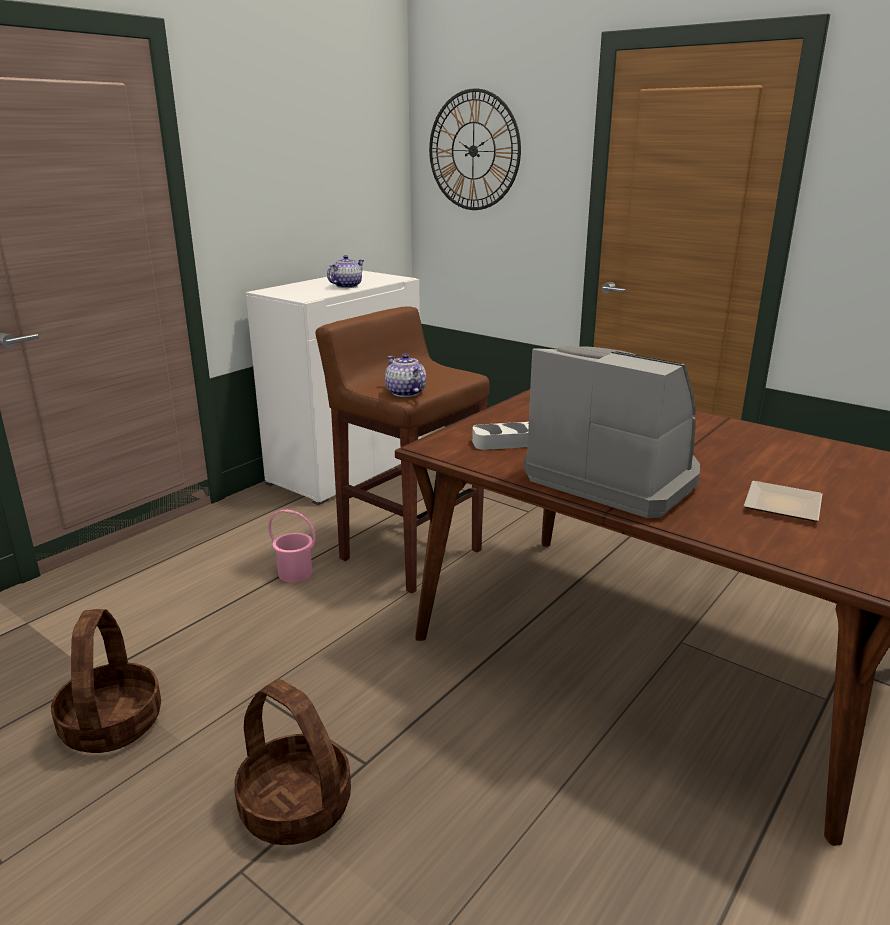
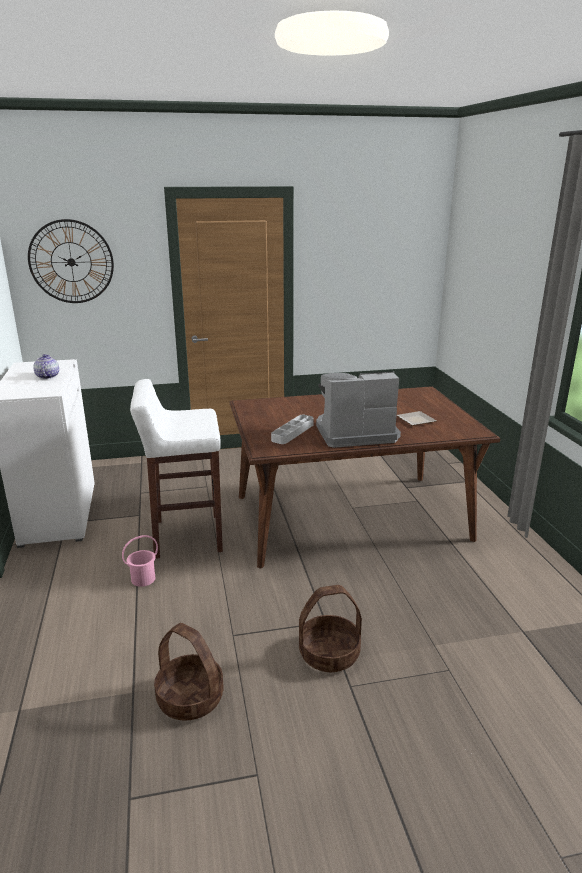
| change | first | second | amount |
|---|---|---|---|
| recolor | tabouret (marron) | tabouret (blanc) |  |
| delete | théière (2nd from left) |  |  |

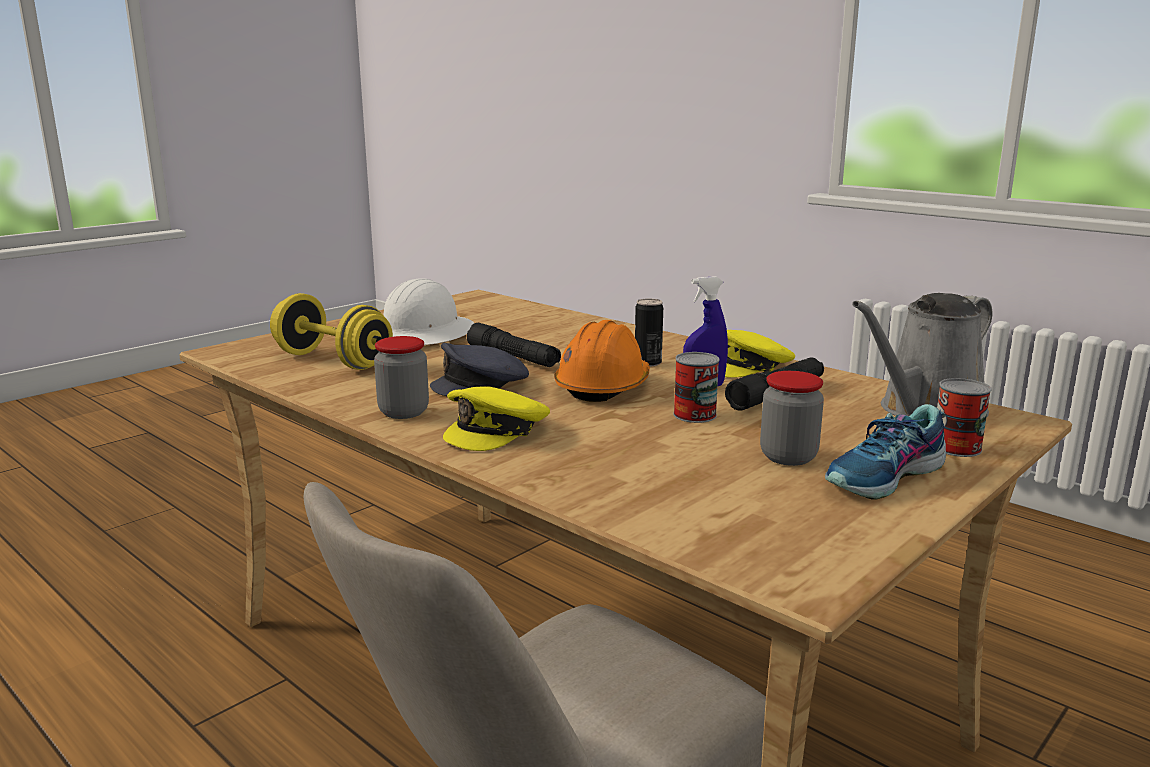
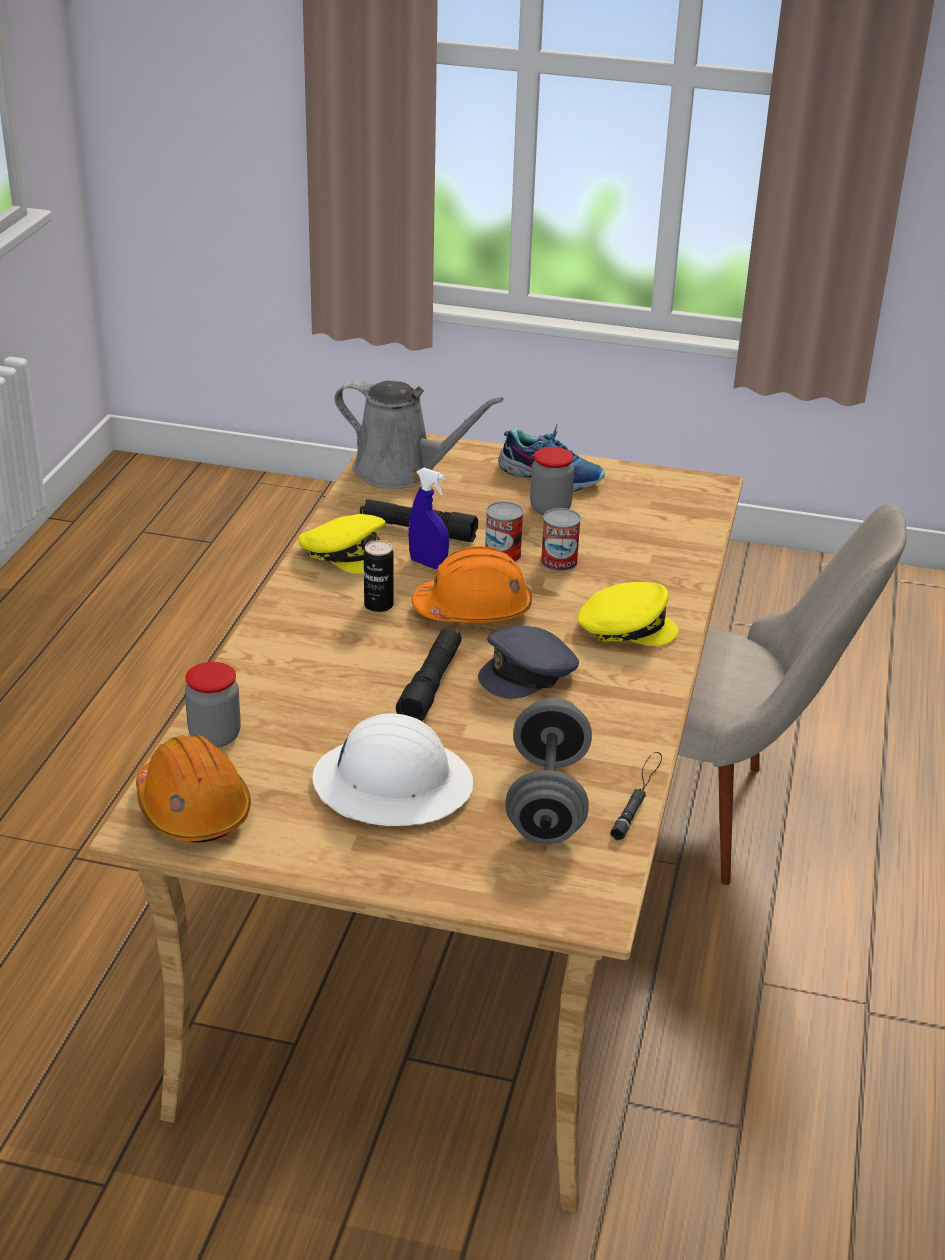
| change | first | second | amount |
|---|---|---|---|
| insert |  | casque de chantier (orange) (1st from left) |  |
| move | bocal (1st from left) |  |  |
| rotate | casquette (gris) |  | 105 degrees clockwise |
| recolor | haltère (jaune) | haltère (gris) |  |
| move | boîte métallique (3rd from left) |  |  |
| insert |  | lampe de poche (noir) (3rd from left) |  |

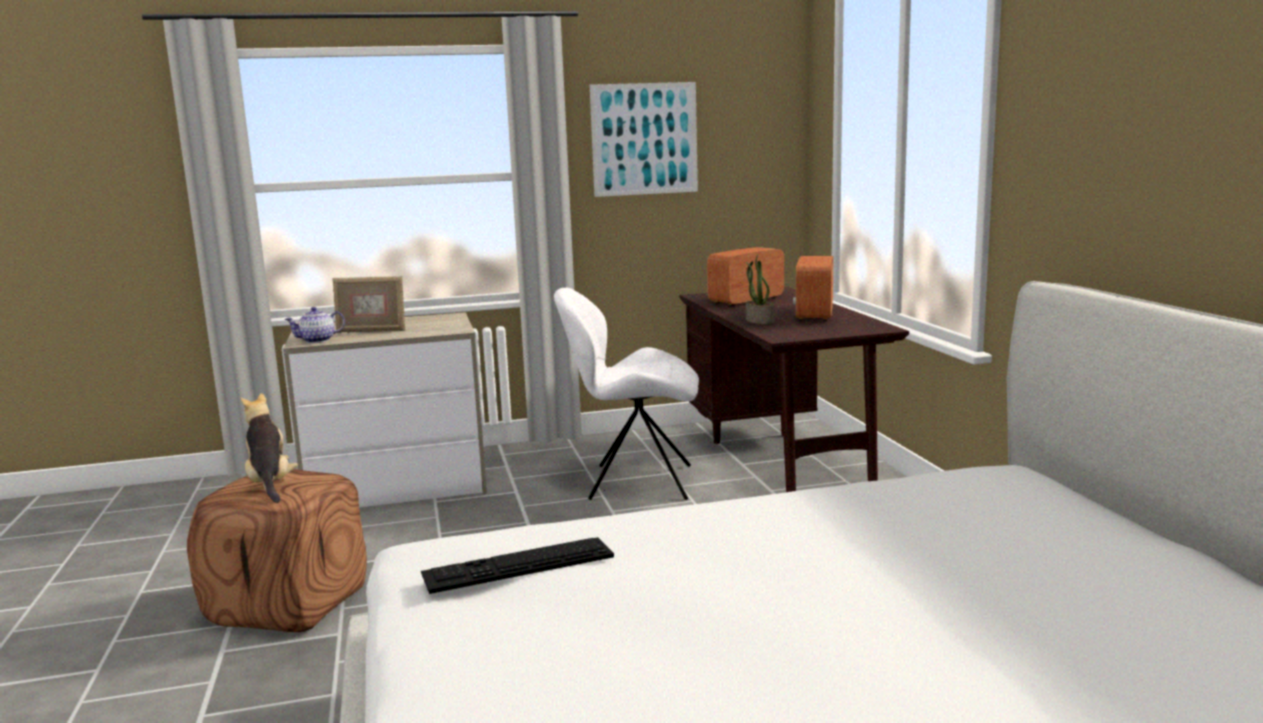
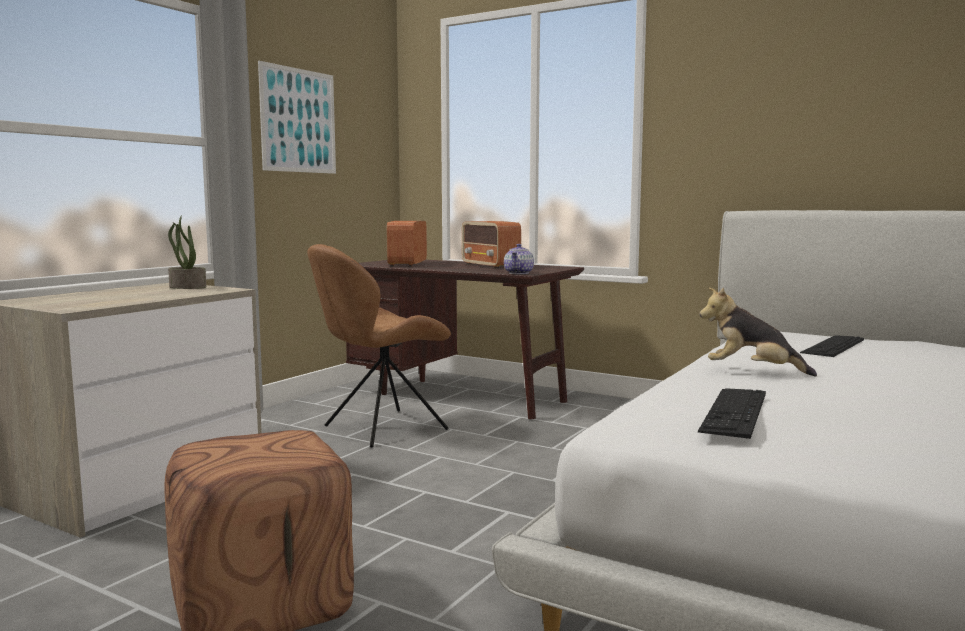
| change | first | second | amount |
|---|---|---|---|
| move | plante en pot |  |  |
| recolor | chaise (blanc) | chaise (marron) |  |
| move | théière |  |  |
| move | peluche |  |  |
| insert |  | clavier (2nd from left) |  |
| delete | cadre photo |  |  |

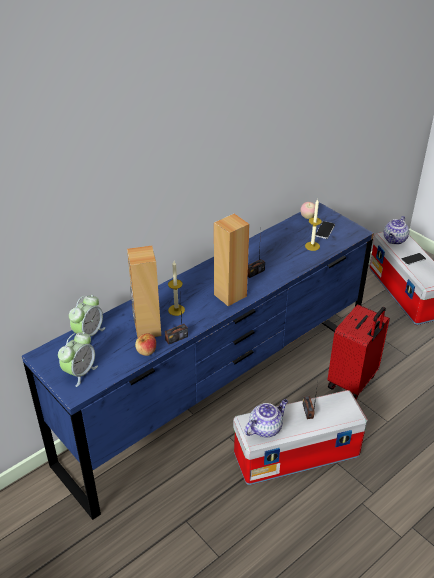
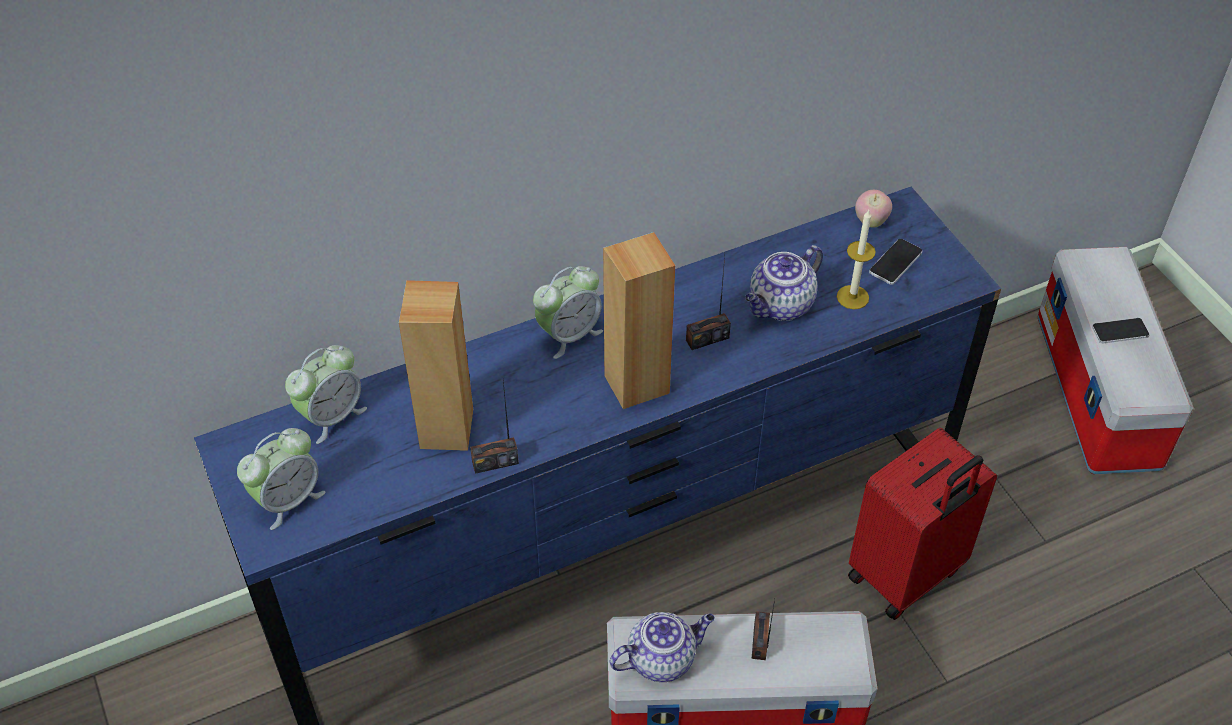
| change | first | second | amount |
|---|---|---|---|
| insert |  | réveil (3rd from left) |  |
| move | théière (2nd from left) |  |  |
| delete | pomme (1st from left) |  |  |
| delete | bougie (1st from left) |  |  |

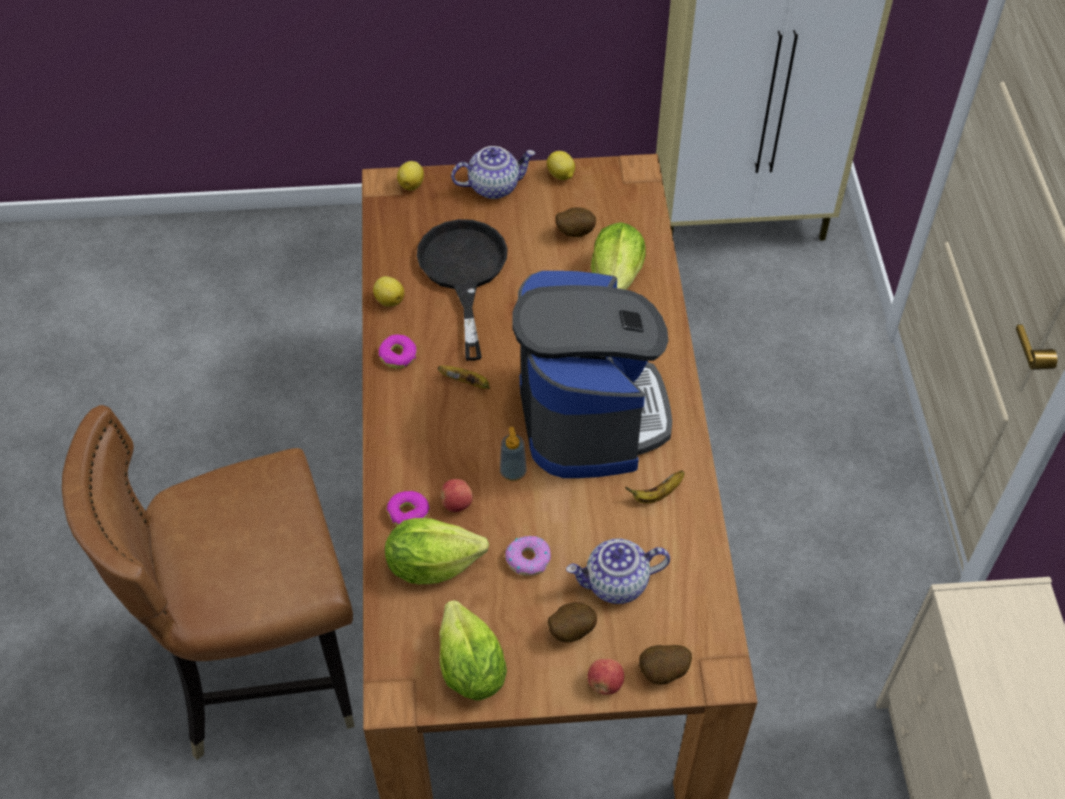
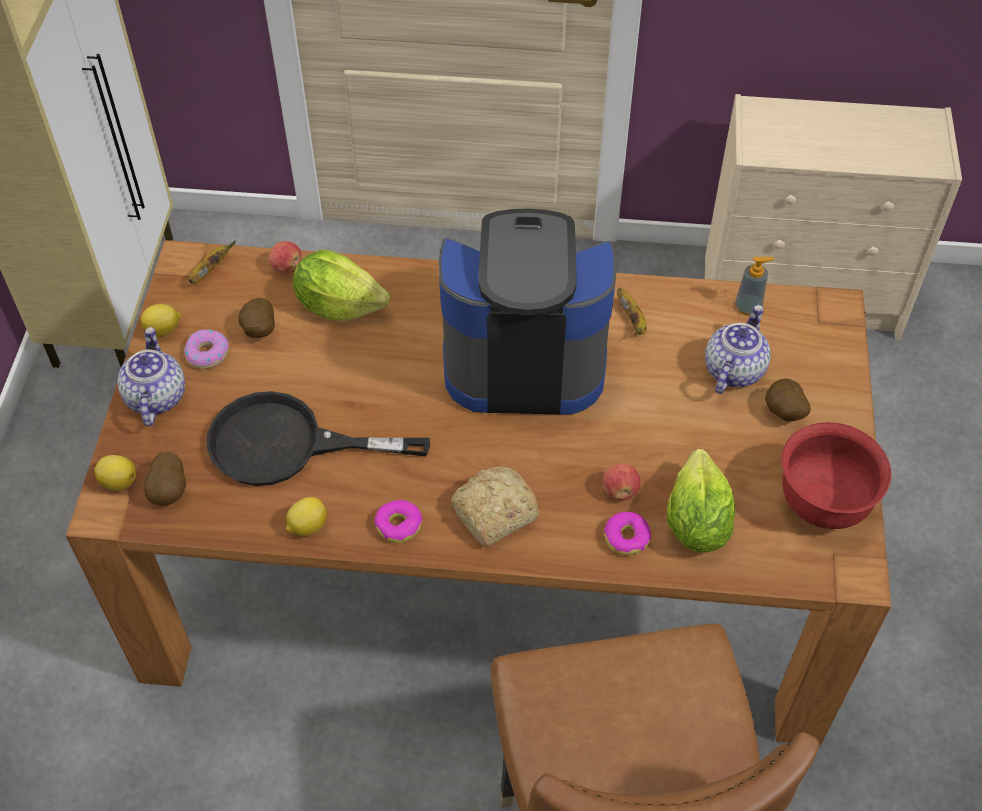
| change | first | second | amount |
|---|---|---|---|
| move | pomme de terre (3rd from left in the first image) | pomme de terre (1st from left) |  |
| move | beignet (3rd from left in the first image) | beignet (1st from left) |  |
| move | banane (1st from left) |  |  |
| move | pomme (2nd from left in the first image) | pomme (1st from left) |  |
| insert |  | pain |  |
| rotate | théière (2nd from left) |  | 150 degrees counterclockwise |
| move | distributeur de savon |  |  |
| replace | laitue (2nd from left) | bol (rouge) |  |

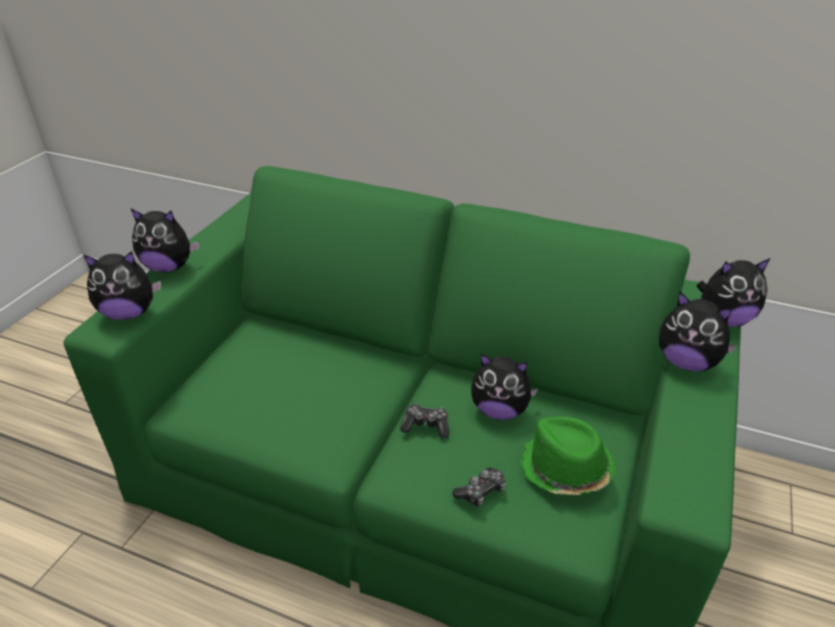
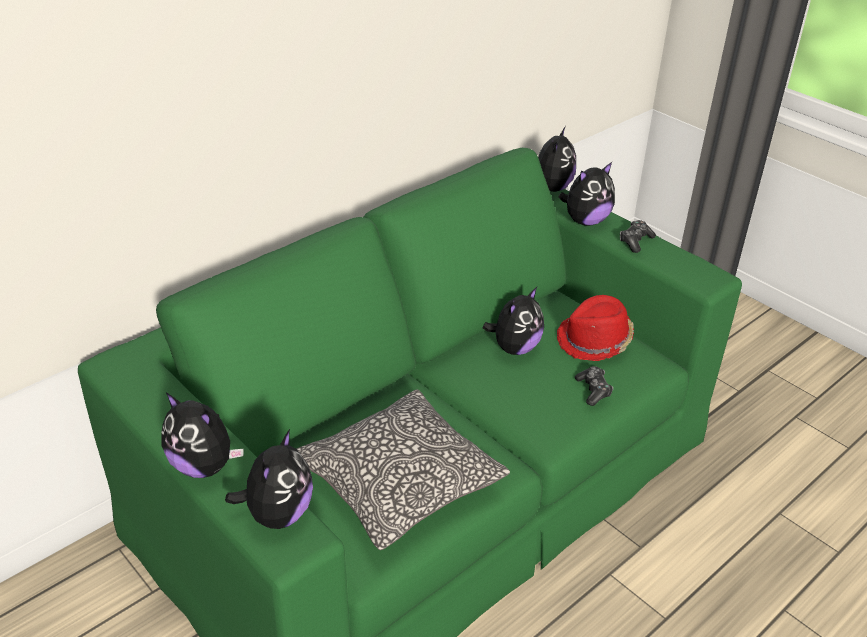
| change | first | second | amount |
|---|---|---|---|
| rotate | peluche (2nd from left in the first image) | peluche (1st from left) | 90 degrees clockwise |
| insert |  | coussin |  |
| recolor | chapeau (vert) | chapeau (rouge) |  |
| move | manette (1st from left in the first image) | manette (2nd from left) |  |

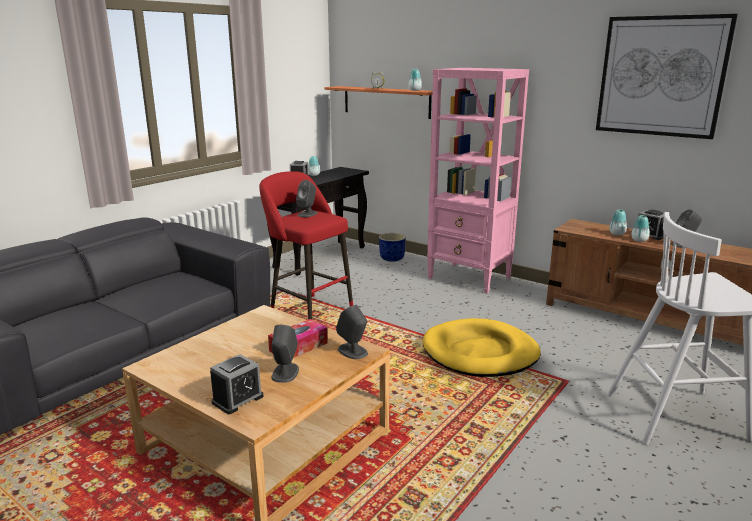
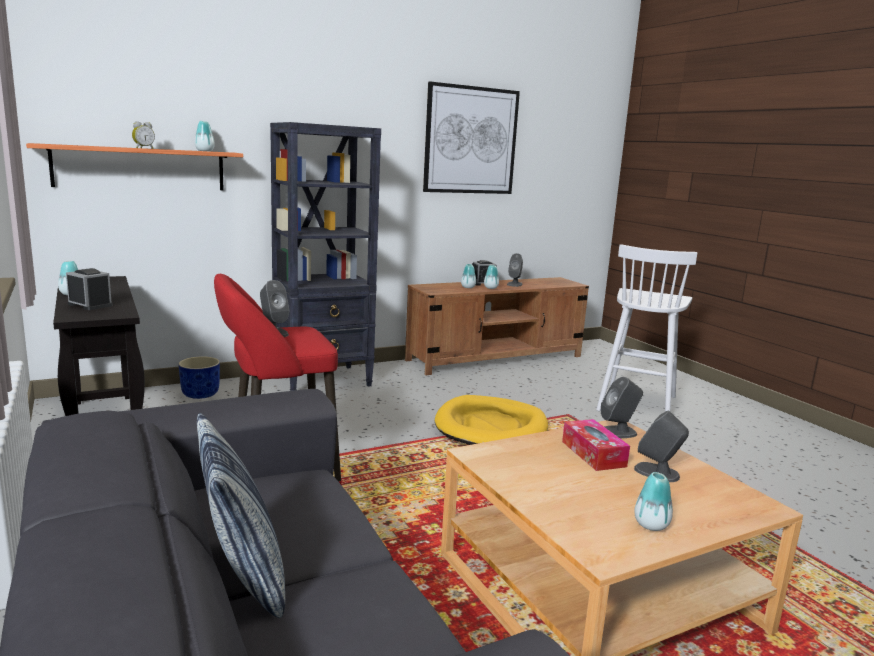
| change | first | second | amount |
|---|---|---|---|
| insert |  | coussin |  |
| recolor | bibliothèque (rose) | bibliothèque (noir) |  |
| insert |  | vase (5th from left) |  |
| delete | réveil (1st from left) |  |  |

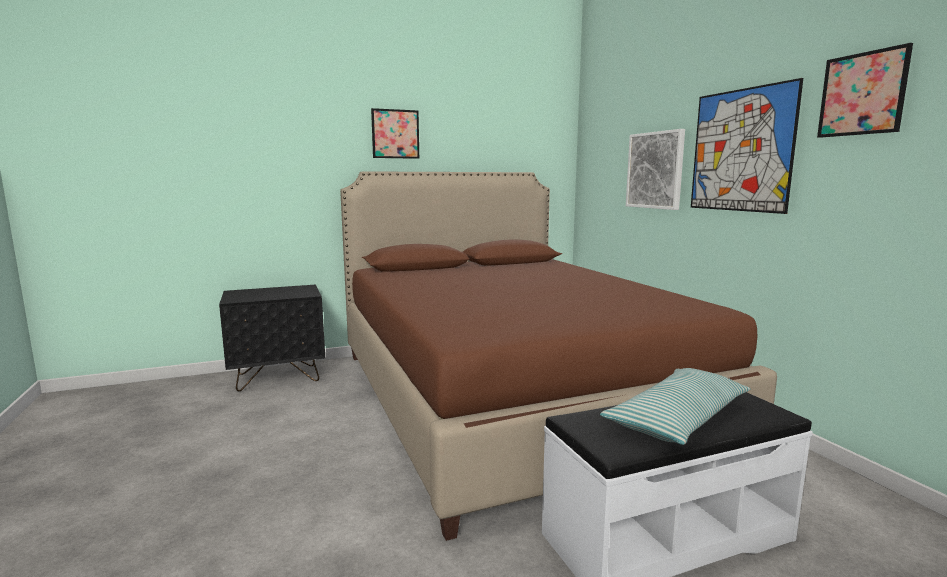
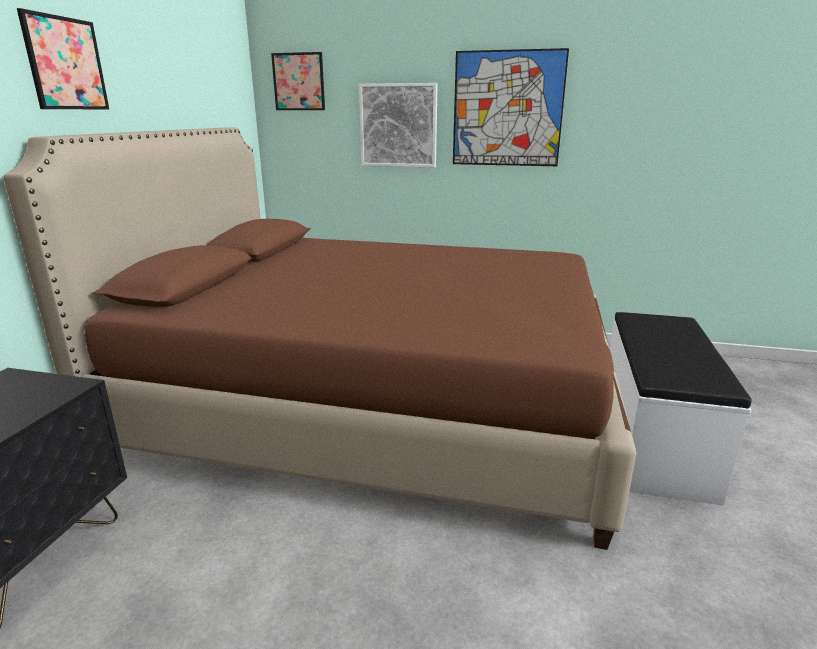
| change | first | second | amount |
|---|---|---|---|
| move | tableau (4th from left in the first image) | tableau (2nd from left) |  |
| delete | coussin |  |  |

